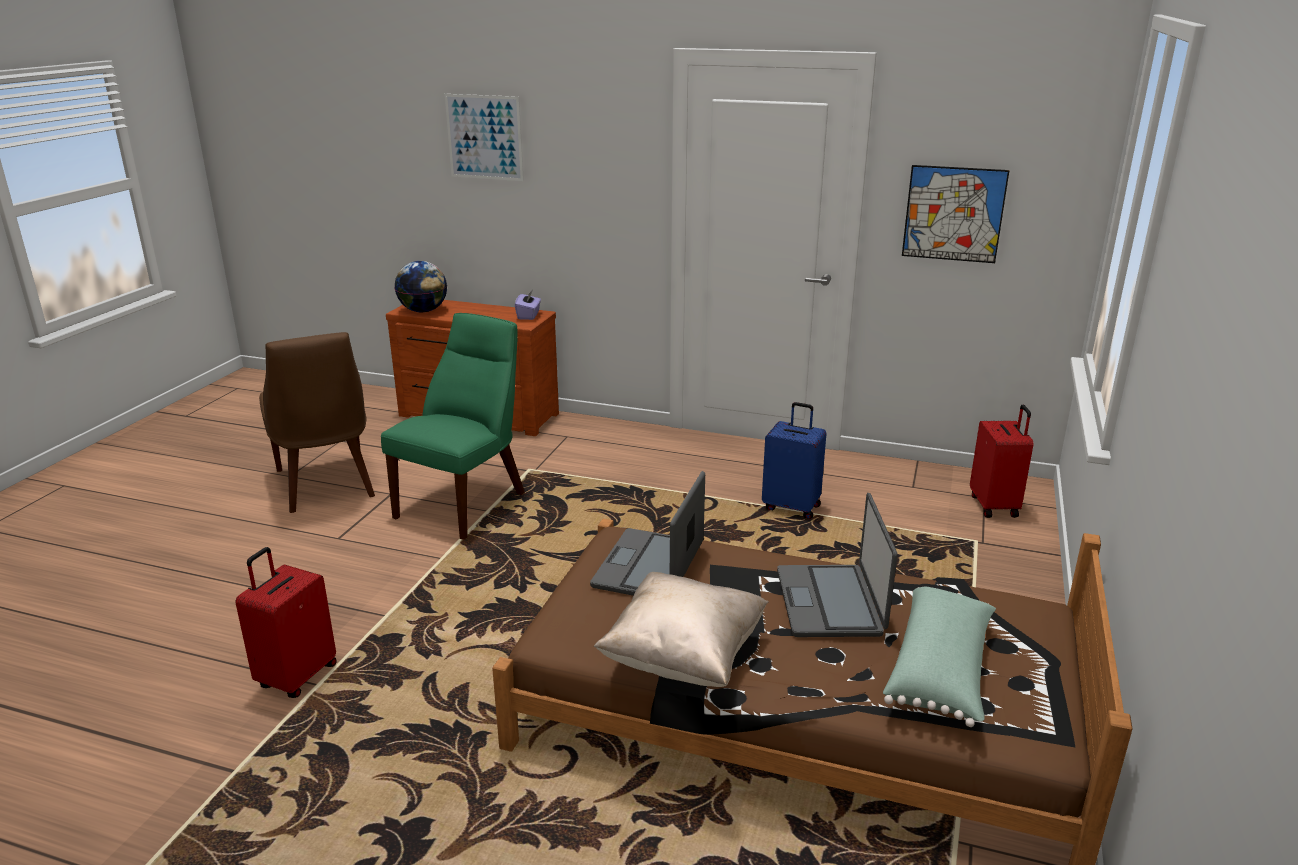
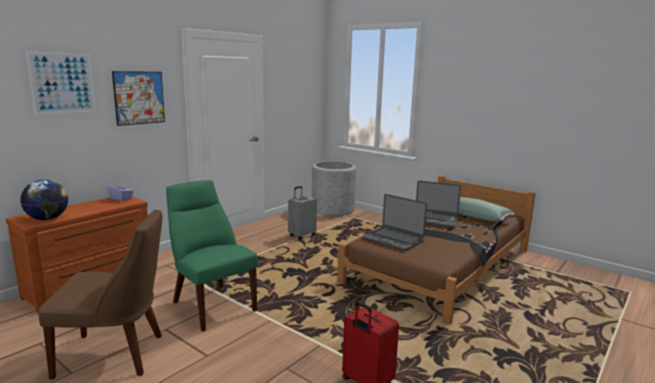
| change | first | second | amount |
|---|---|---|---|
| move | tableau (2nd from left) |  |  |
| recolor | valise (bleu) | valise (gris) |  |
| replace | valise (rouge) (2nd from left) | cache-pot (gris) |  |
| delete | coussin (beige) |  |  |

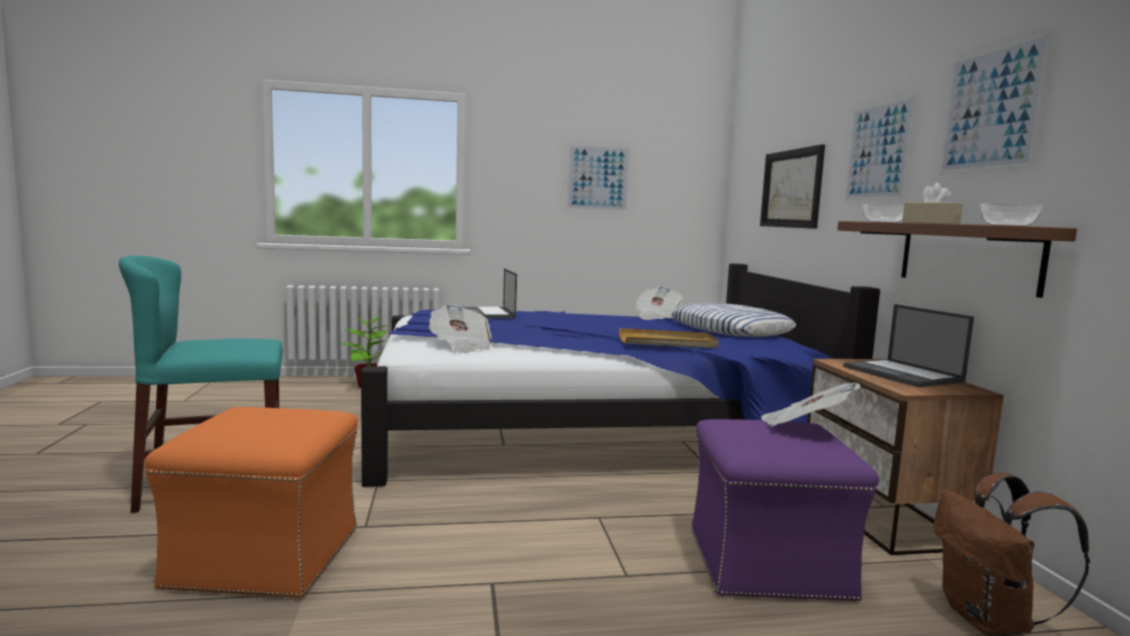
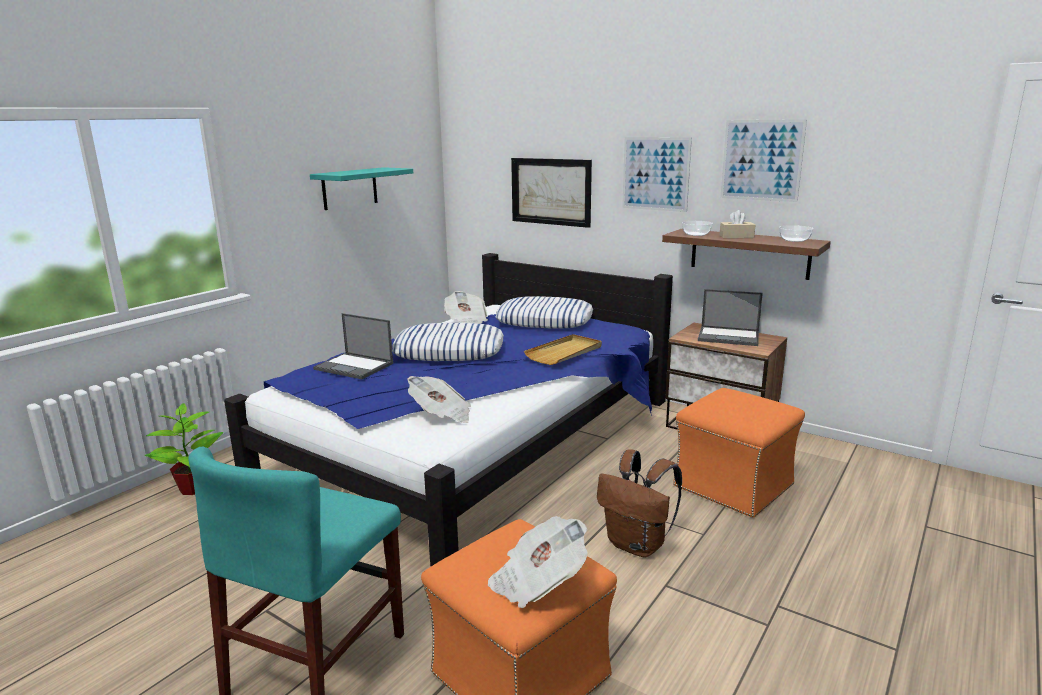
| change | first | second | amount |
|---|---|---|---|
| replace | tableau (1st from left) | étagère (turquoise) |  |
| insert |  | coussin (1st from left) |  |
| move | journal (3rd from left) |  |  |
| move | sac à dos (marron) |  |  |
| recolor | pouf (violet) | pouf (orange) (2nd from left) |  |

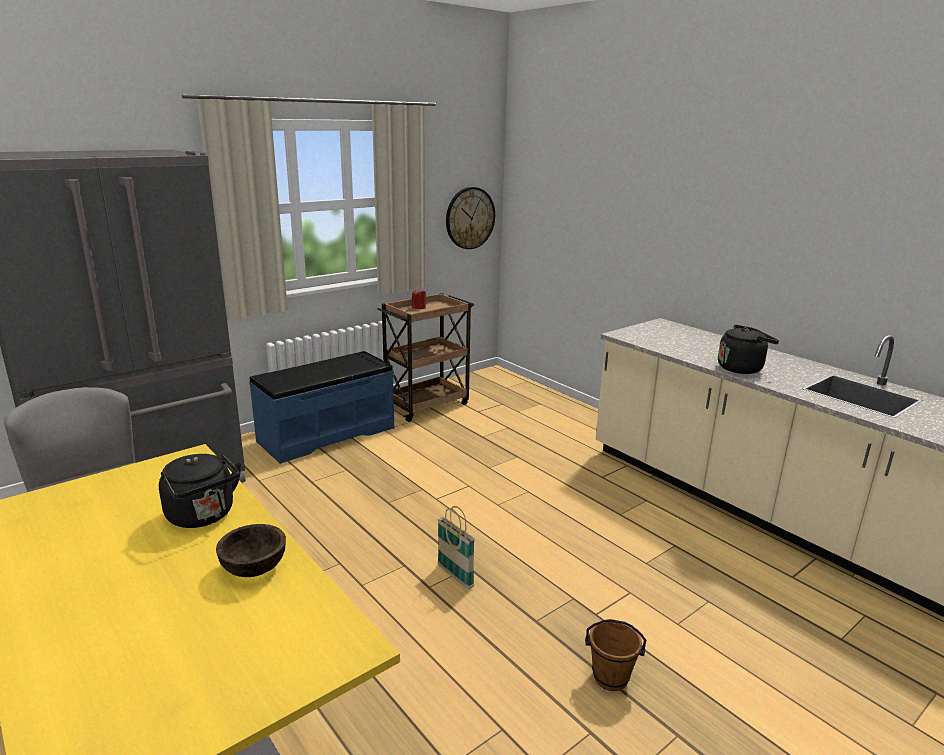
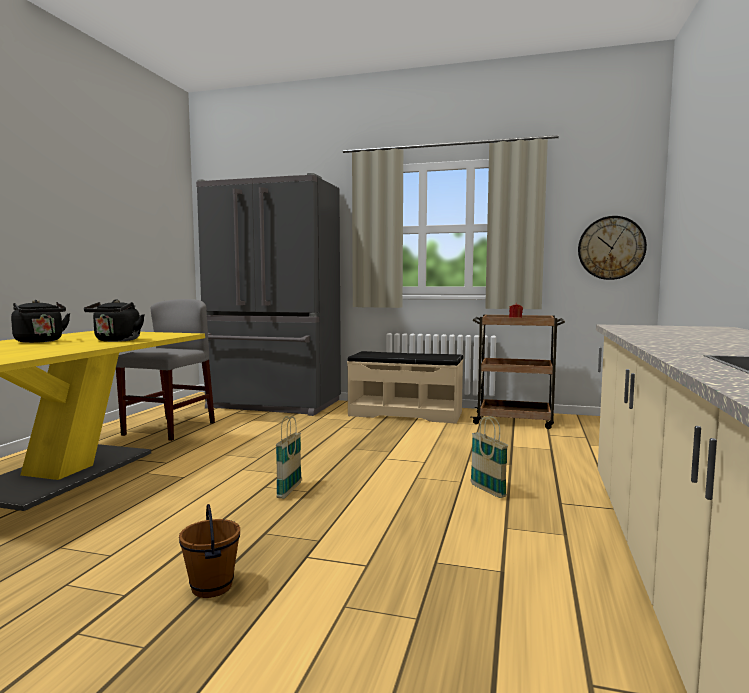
| change | first | second | amount |
|---|---|---|---|
| move | bouilloire (noir) (2nd from left in the first image) | bouilloire (noir) (1st from left) |  |
| recolor | banc (bleu) | banc (beige) |  |
| insert |  | panier (2nd from left) |  |
| delete | bol (marron) |  |  |

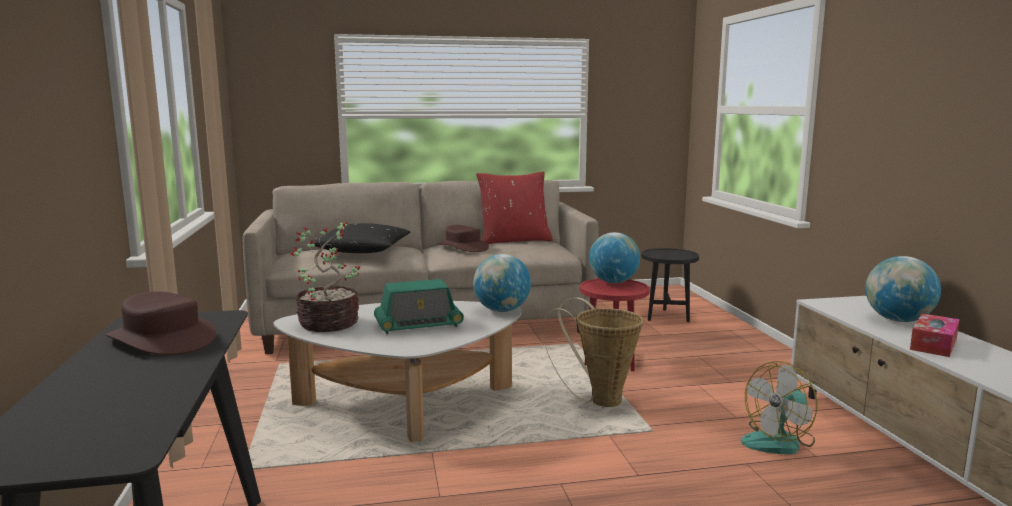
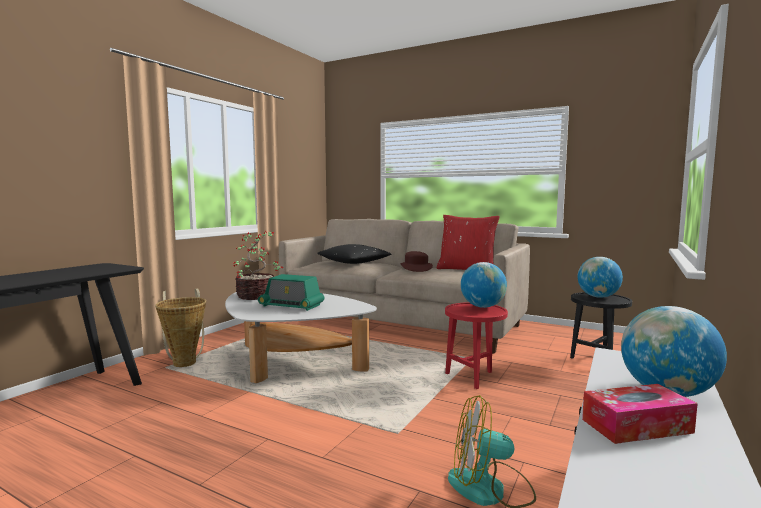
| change | first | second | amount |
|---|---|---|---|
| move | panier |  |  |
| move | globe (1st from left in the first image) | globe (2nd from left) |  |
| delete | chapeau (marron) (1st from left) |  |  |

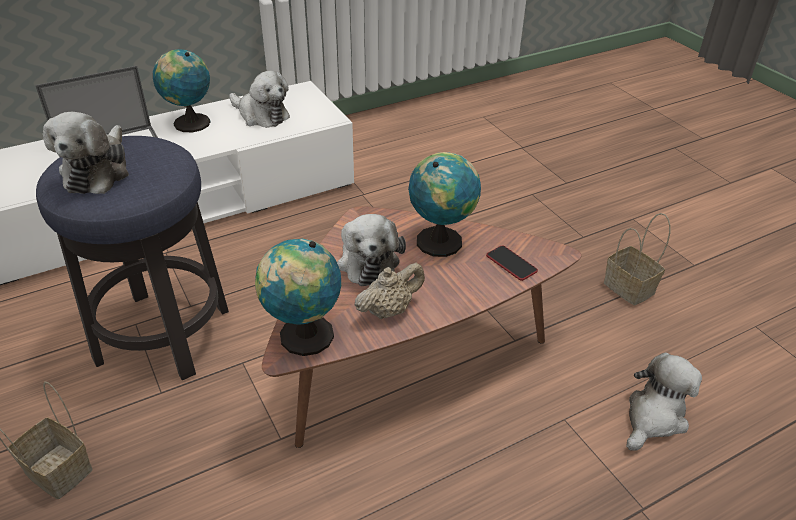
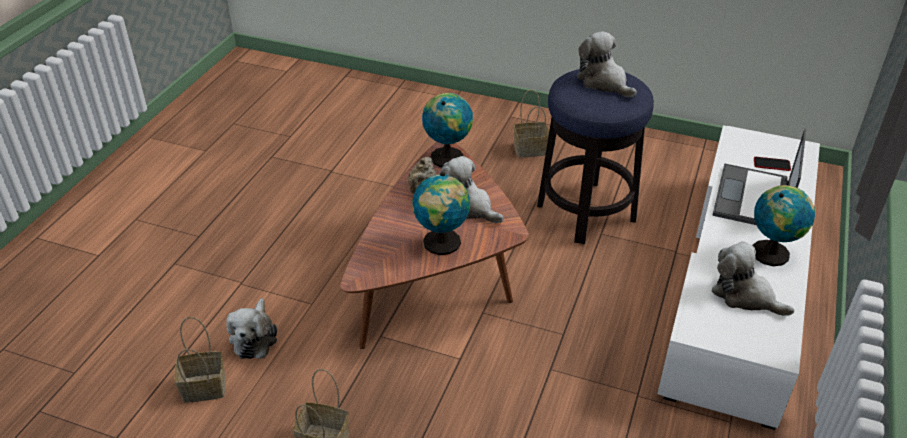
| change | first | second | amount |
|---|---|---|---|
| insert |  | panier (1st from left) |  |
| rotate | peluche (2nd from left in the first image) | peluche (4th from left) | 45 degrees clockwise |
| move | téléphone |  |  |

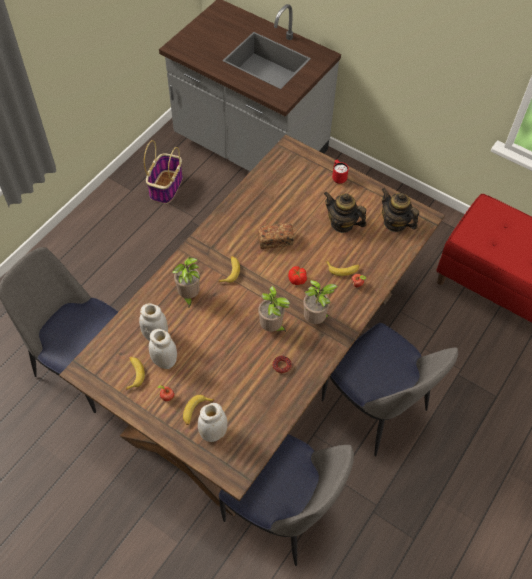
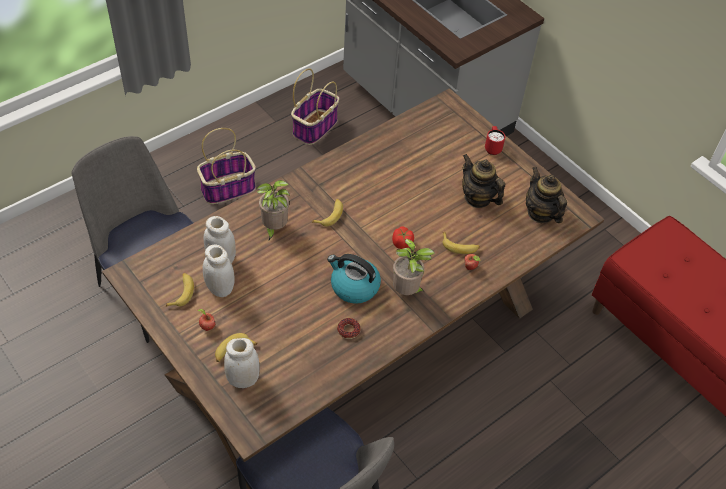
| change | first | second | amount |
|---|---|---|---|
| insert |  | panier (1st from left) |  |
| replace | plante en pot (2nd from left) | bouilloire |  |
| delete | pain |  |  |
| delete | chaise (3rd from left) |  |  |

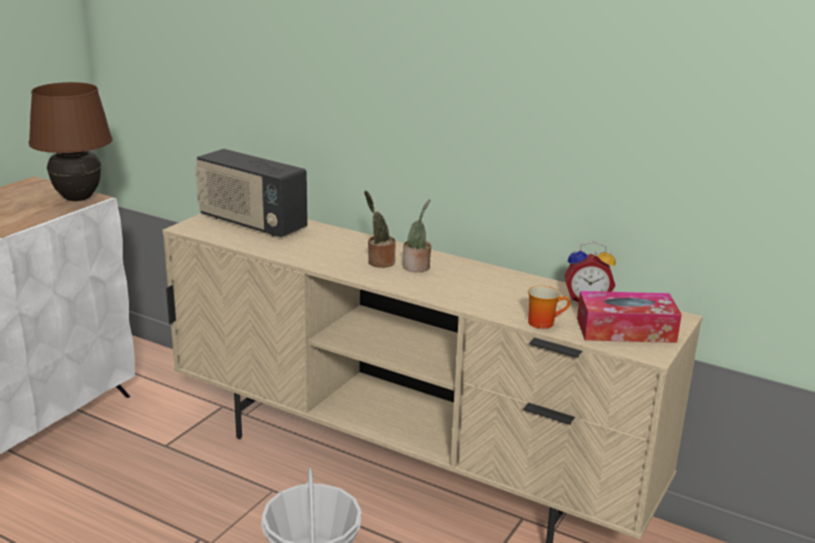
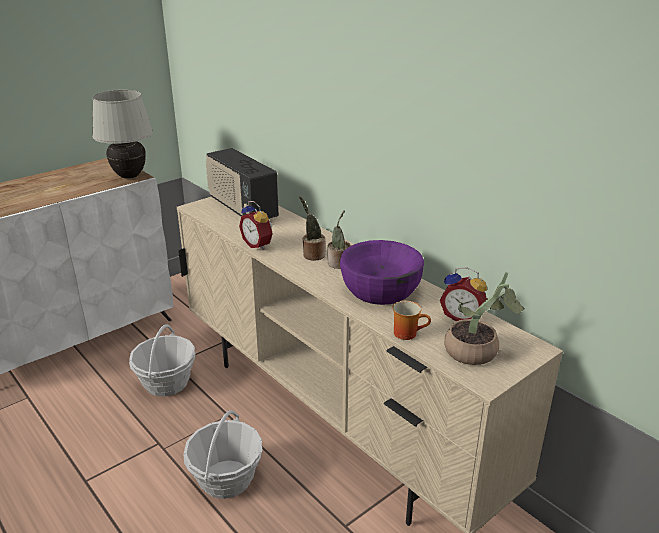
| change | first | second | amount |
|---|---|---|---|
| recolor | lampe de table (marron) | lampe de table (blanc) |  |
| insert |  | panier (1st from left) |  |
| insert |  | réveil (1st from left) |  |
| insert |  | bol (violet) |  |
| replace | boîte à mouchoirs | plante en pot (3rd from left) |  |

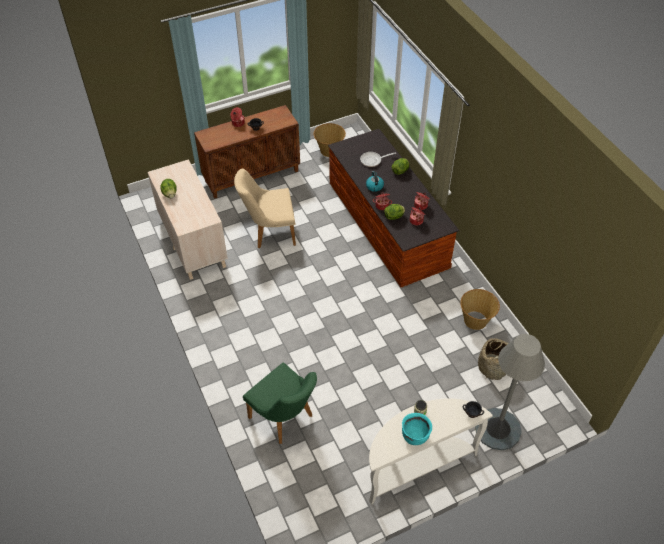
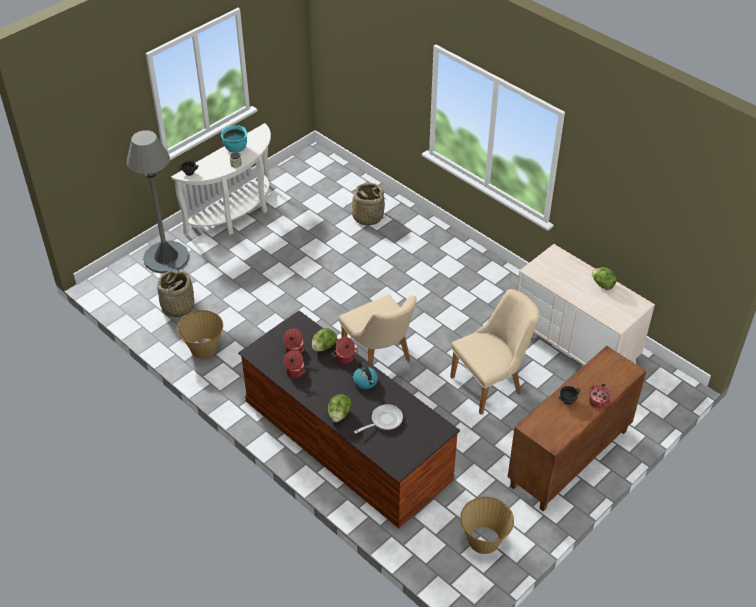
| change | first | second | amount |
|---|---|---|---|
| insert |  | chaise (beige) (1st from left) |  |
| replace | chaise (vert) | panier (3rd from left) |  |

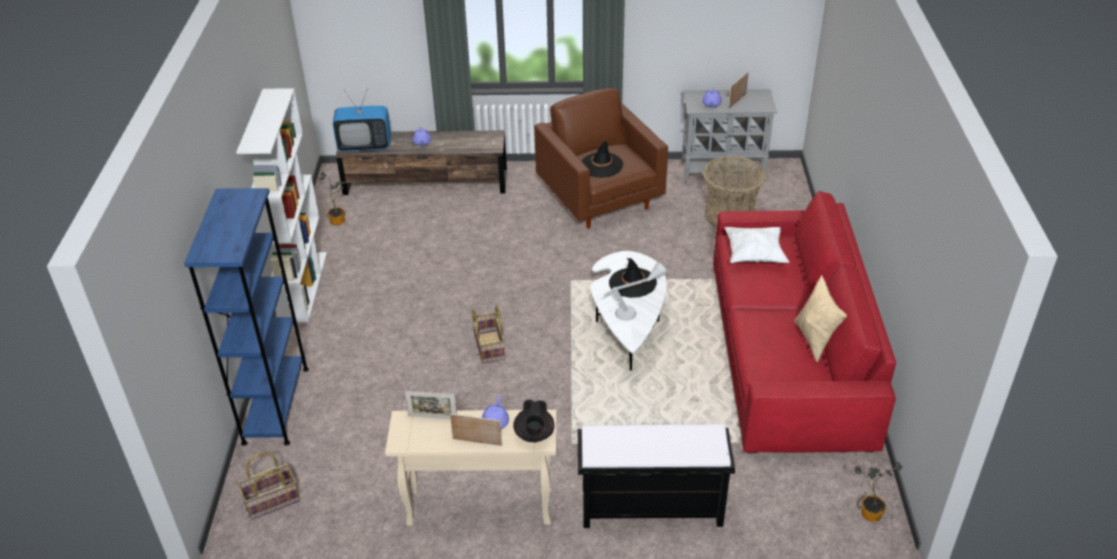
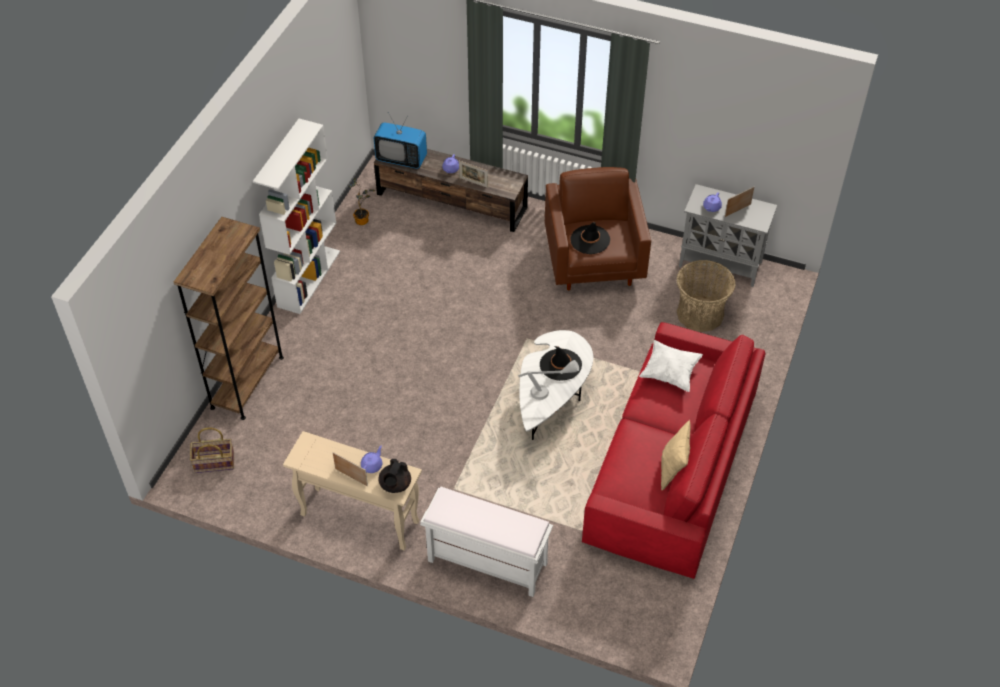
| change | first | second | amount |
|---|---|---|---|
| recolor | bibliothèque (bleu) | bibliothèque (marron) |  |
| recolor | banc (noir) | banc (blanc) |  |
| move | cadre photo (1st from left in the first image) | cadre photo (2nd from left) |  |
| delete | panier (2nd from left) |  |  |
| delete | plante en pot (2nd from left) |  |  |

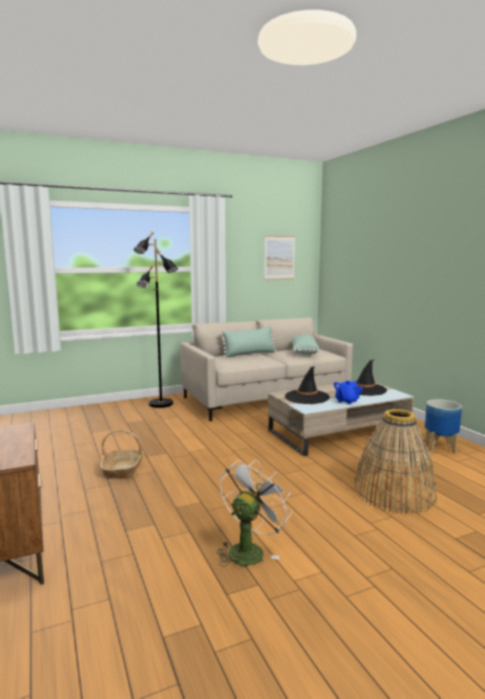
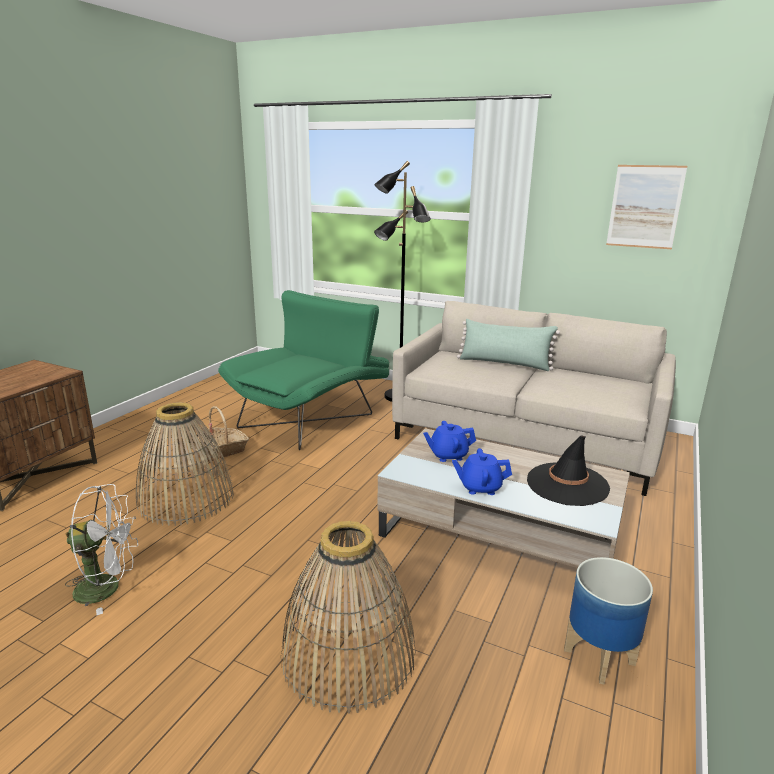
| change | first | second | amount |
|---|---|---|---|
| insert |  | panier (1st from left) |  |
| insert |  | fauteuil (vert) |  |
| replace | chapeau (noir) (1st from left) | théière (bleu) (1st from left) |  |
| delete | coussin (vert) (2nd from left) |  |  |

